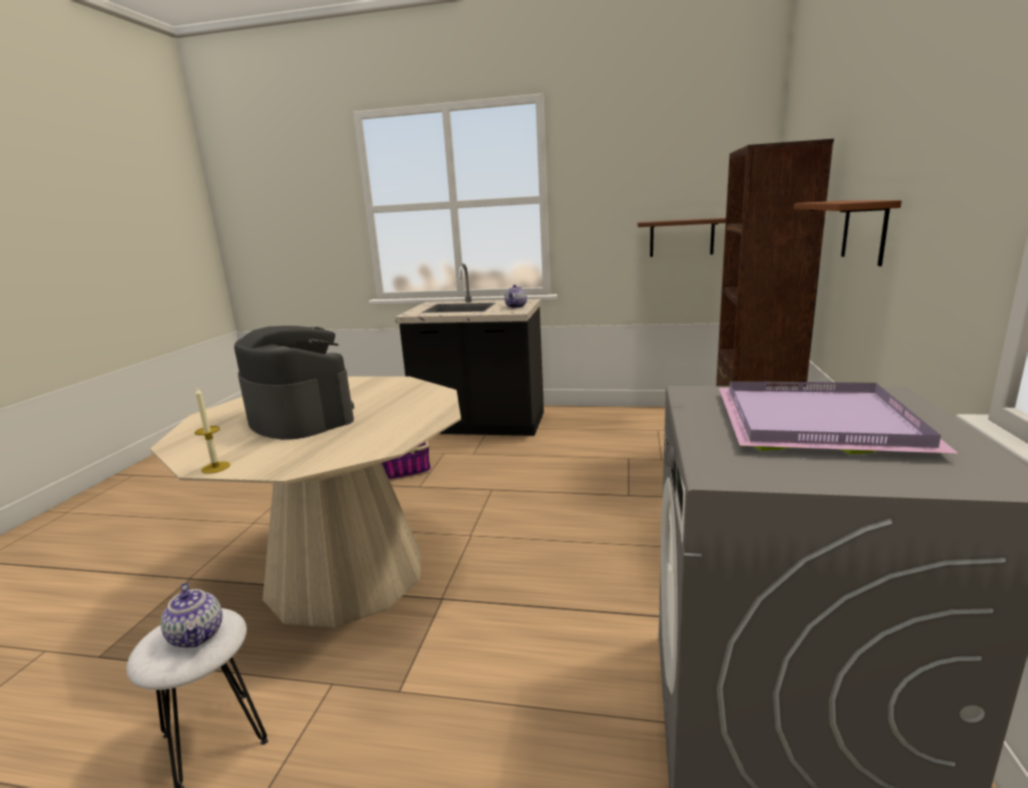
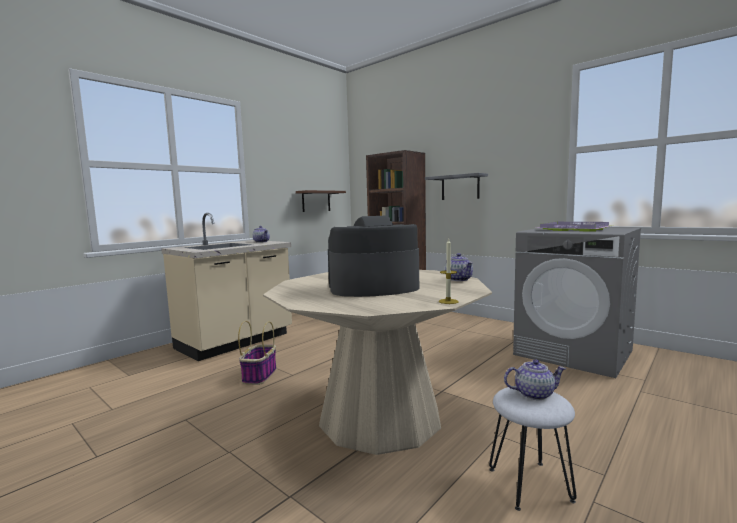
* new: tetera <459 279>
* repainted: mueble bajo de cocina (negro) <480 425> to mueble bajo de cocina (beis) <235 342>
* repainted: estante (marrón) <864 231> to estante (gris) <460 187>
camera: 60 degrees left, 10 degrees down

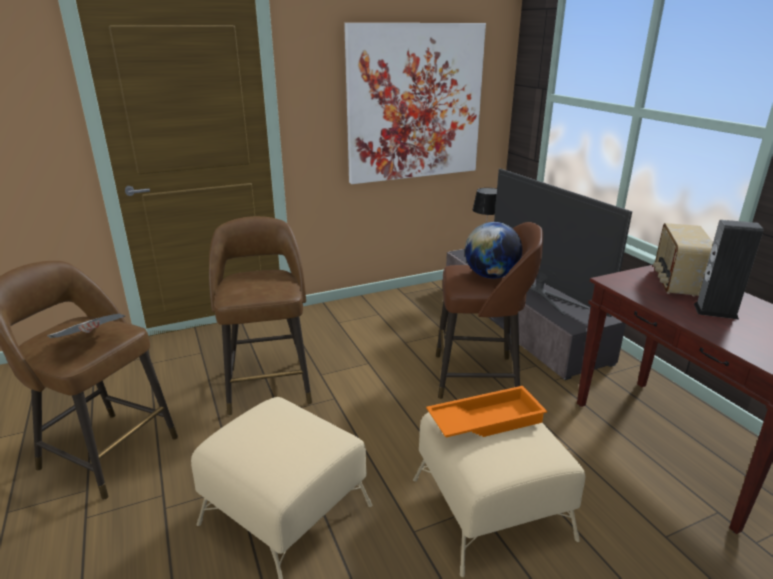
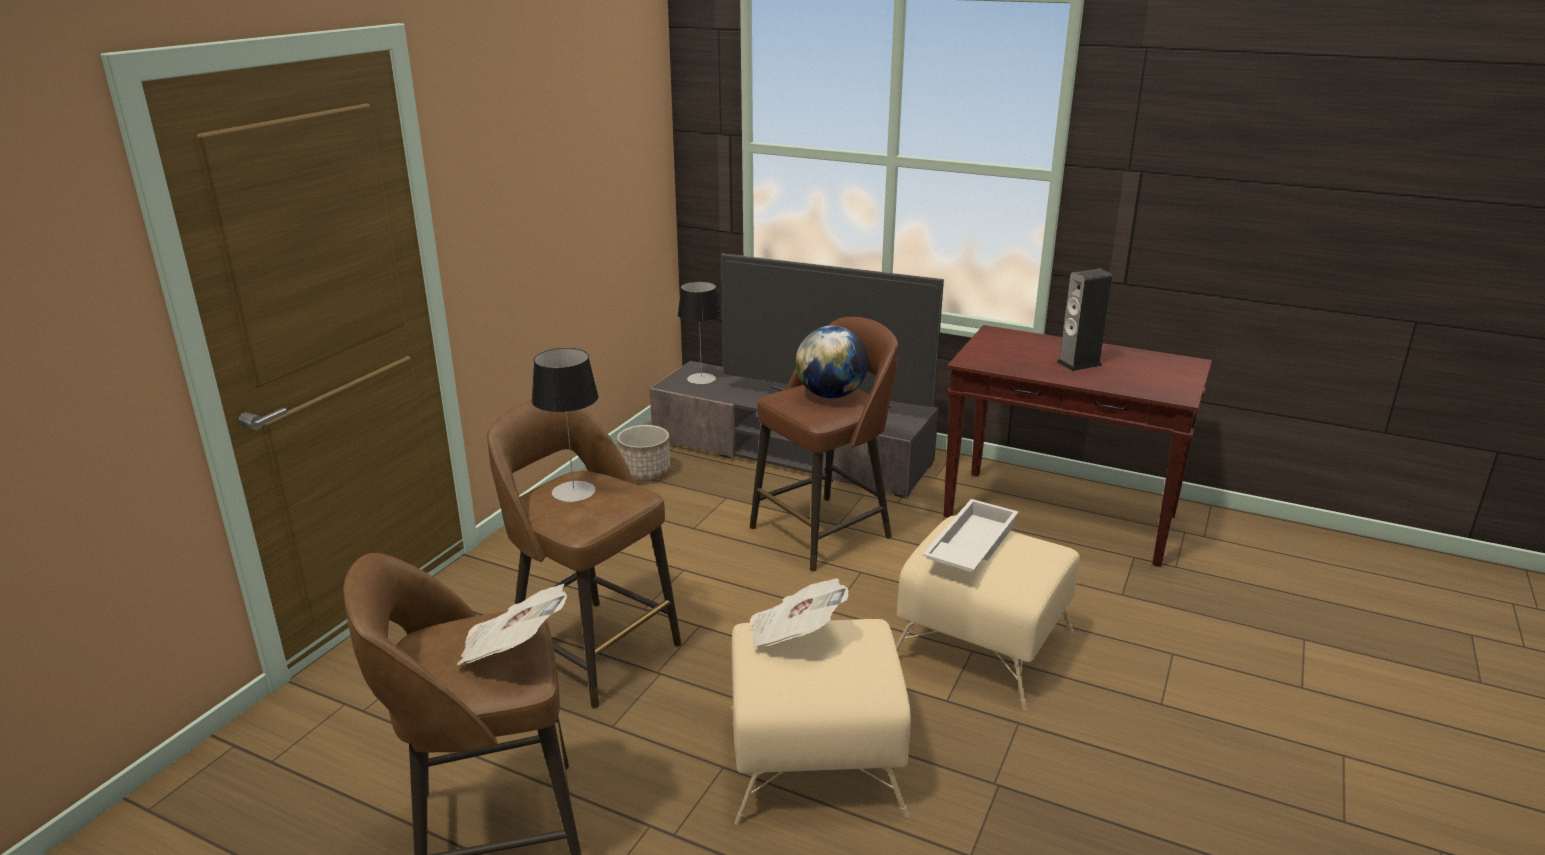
* gone: cuadro <415 103>
* gone: radio <676 283>
* new: lámpara de mesa <573 491>
* new: maceta <645 472>
* new: periódico <794 635>
* repainted: bandeja (naranja) <485 419> to bandeja (blanco) <969 545>
camera: 40 degrees left, 0 degrees up

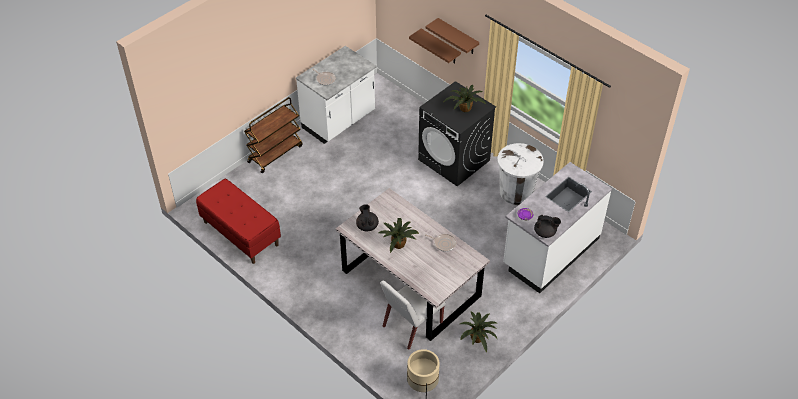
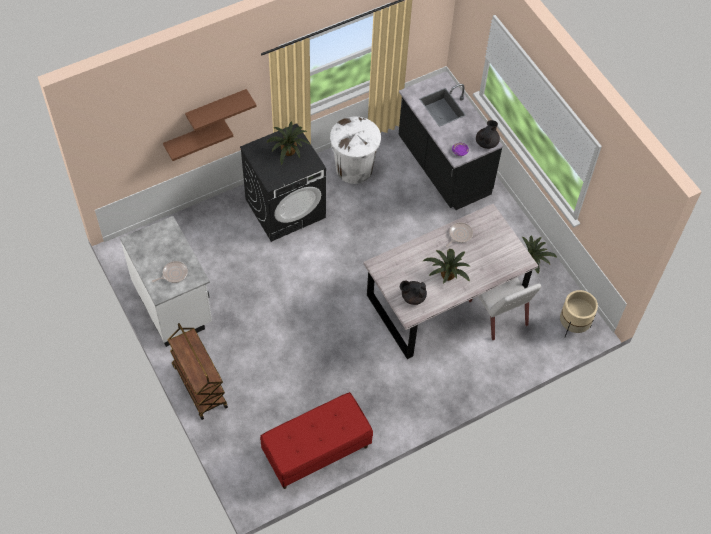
* repainted: mueble bajo de cocina (blanco) <550 251> to mueble bajo de cocina (negro) <443 167>
camera: 75 degrees left, 10 degrees up

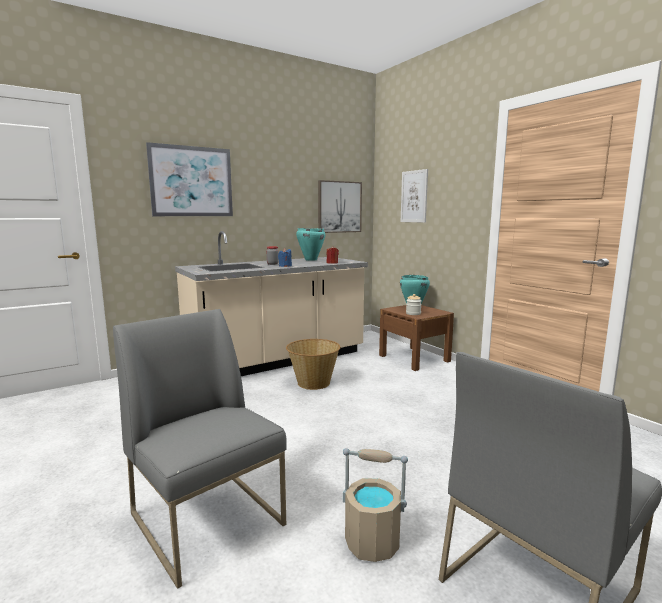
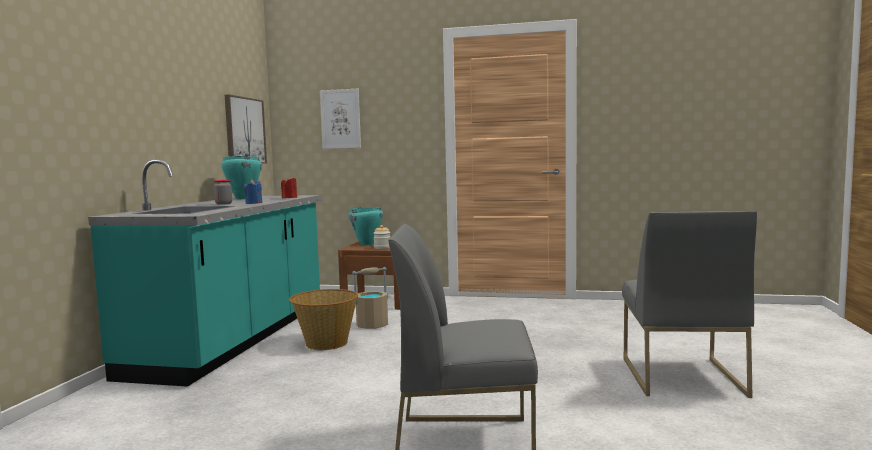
* gone: cuadro <191 181>
* shifted: cubo (beis) <373 542> to <372 325>
* repainted: mueble bajo de cocina (beis) <277 360> to mueble bajo de cocina (turquesa) <234 340>
camera: 45 degrees left, 5 degrees down

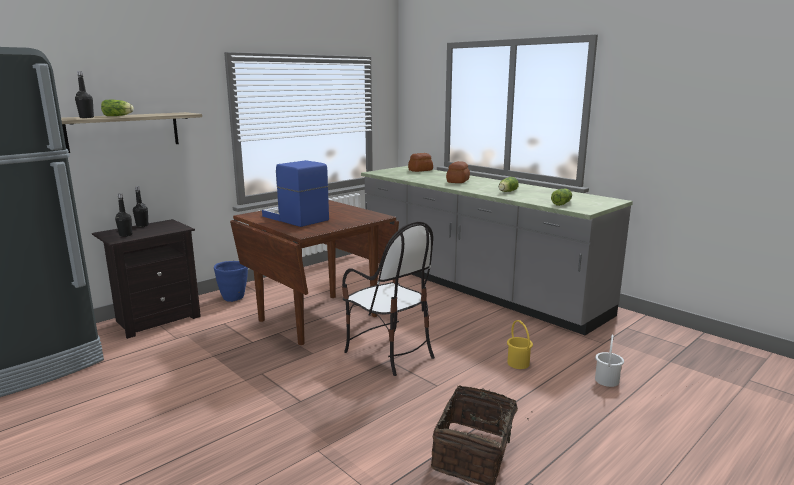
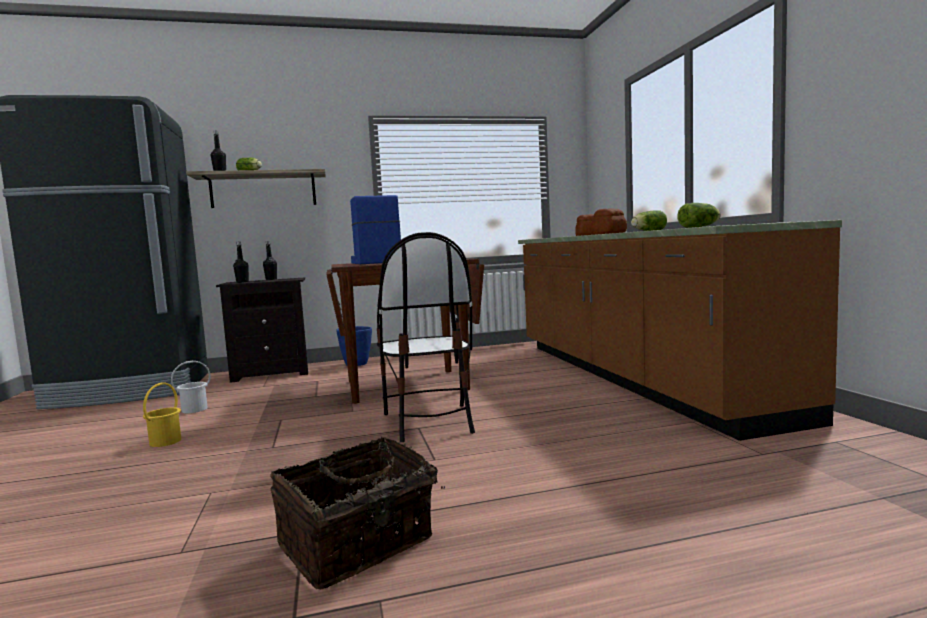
* shifted: cubo (amarillo) <518 363> to <166 441>
* shifted: cubo (blanco) <606 380> to <194 409>
* repainted: mueble bajo de cocina (gris) <474 286> to mueble bajo de cocina (marrón) <631 376>
camera: 30 degrees right, 10 degrees down

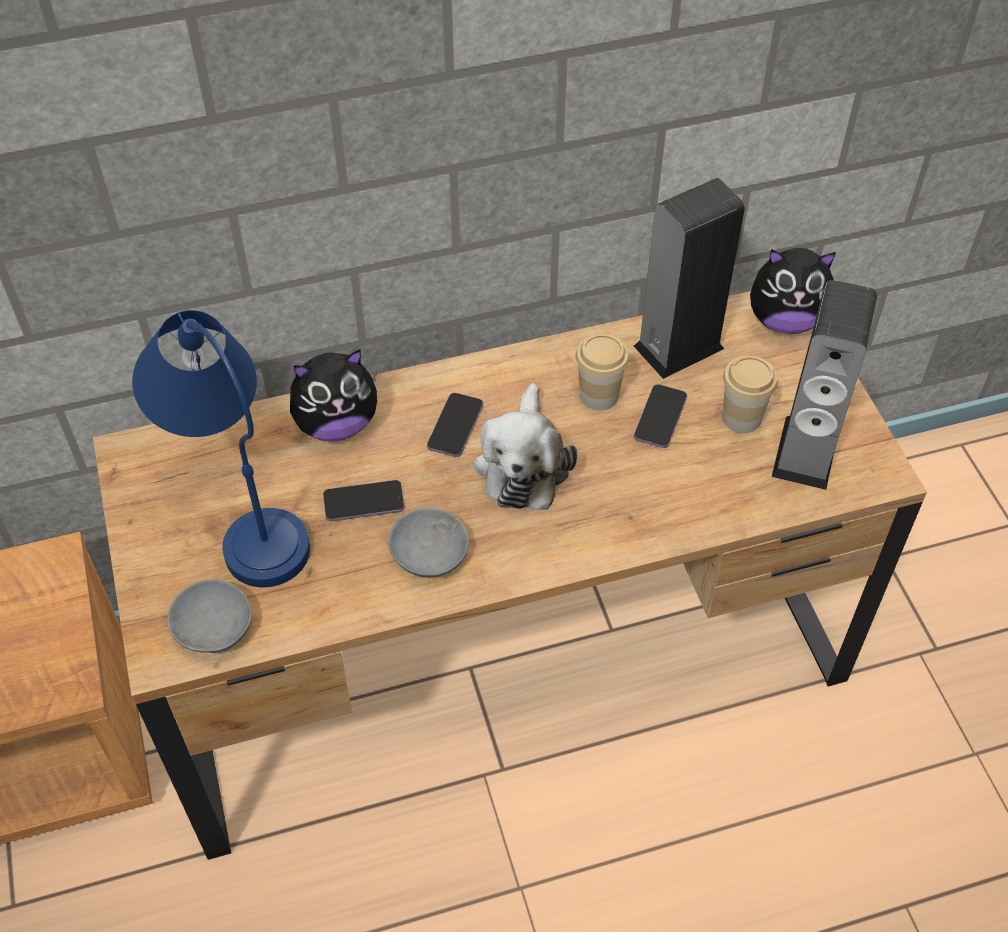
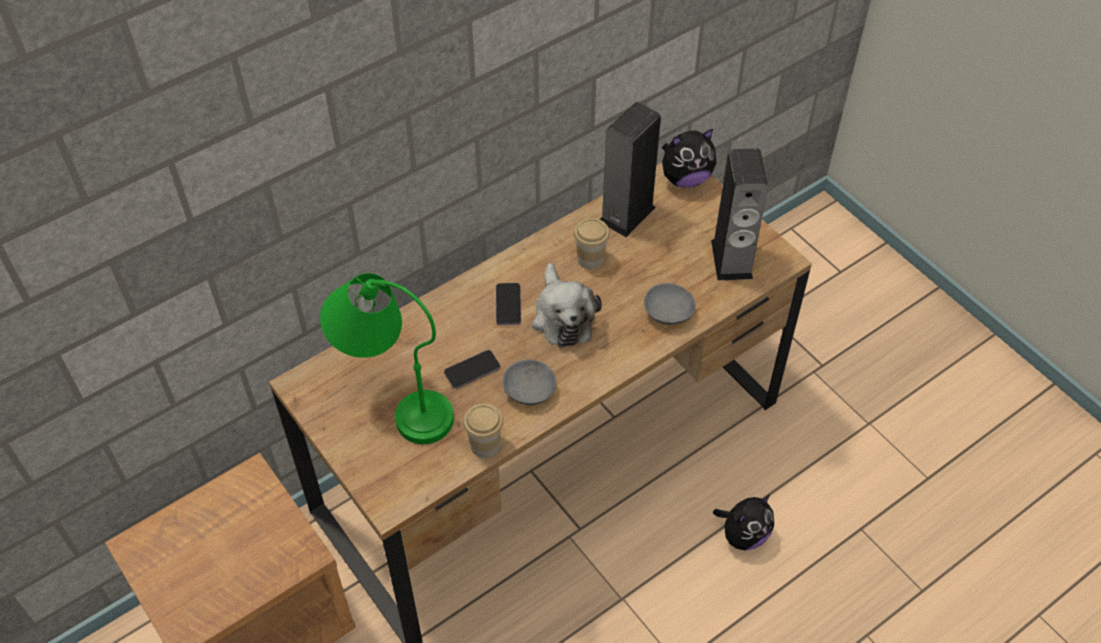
* gone: móvil <660 418>
* shifted: cuenco (gris) <216 628> to <669 311>
* shifted: peluche <336 424> to <743 535>
* shifted: taza <741 417> to <485 445>
* repainted: lámpara de mesa (azul) <242 509> to lámpara de mesa (verde) <395 398>
camera: 20 degrees left, 0 degrees up

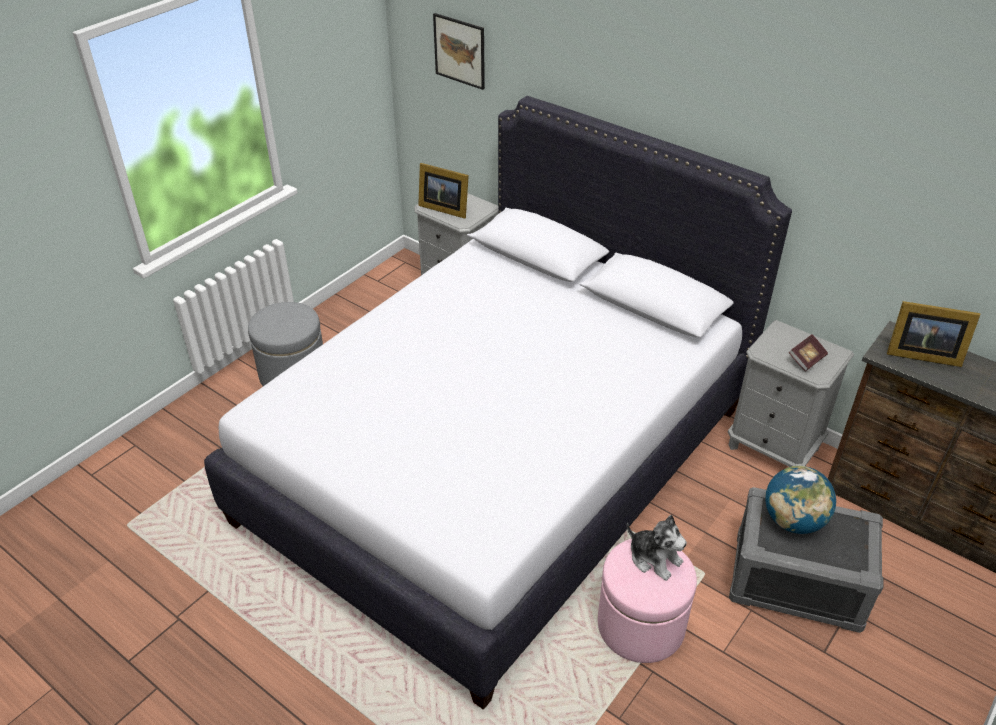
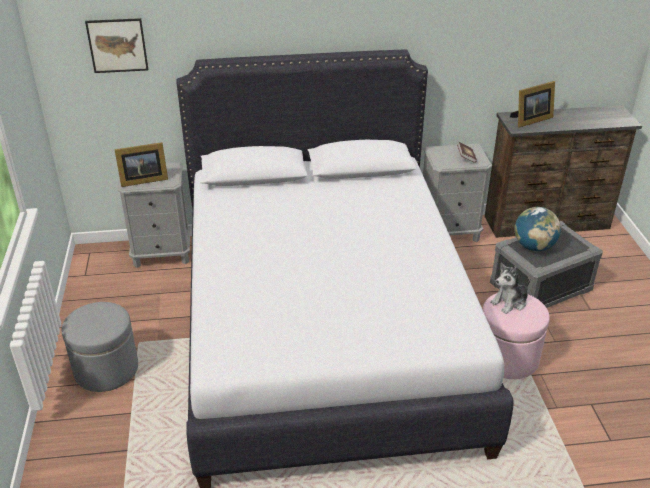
* rotated: peluche <654 558> = <510 302> 150 degrees clockwise
camera: 45 degrees left, 5 degrees down

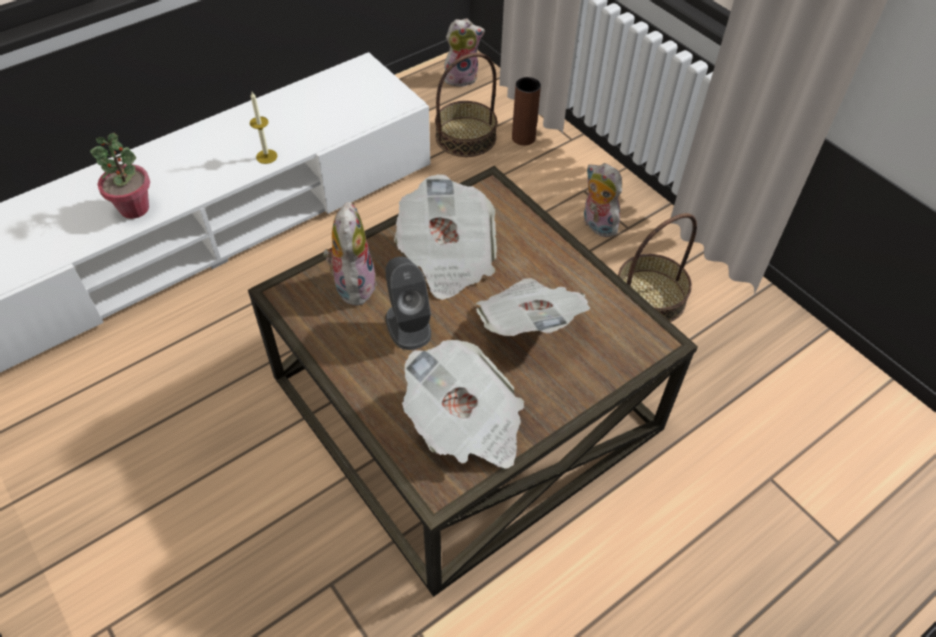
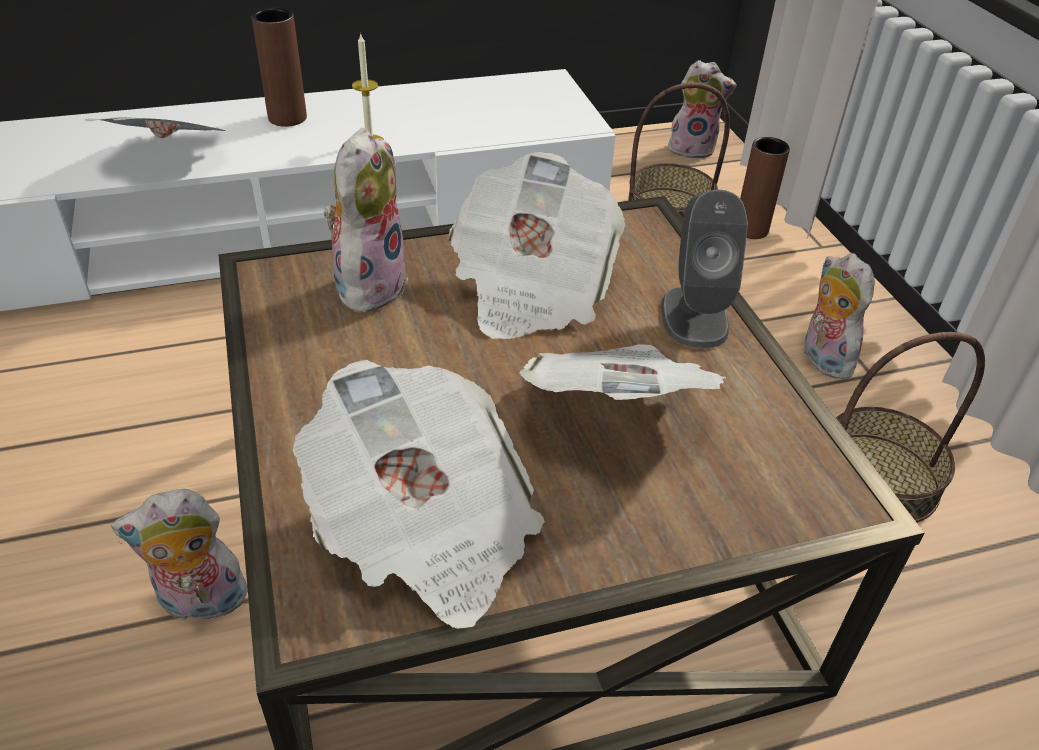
* new: peluche <200 603>
* new: florero (marrón) <287 118>
* shifted: altavoz (gris) <408 325> to <694 316>
* swapped: planta en maceta <134 208> to periódico <172 157>
camera: 20 degrees right, 10 degrees down

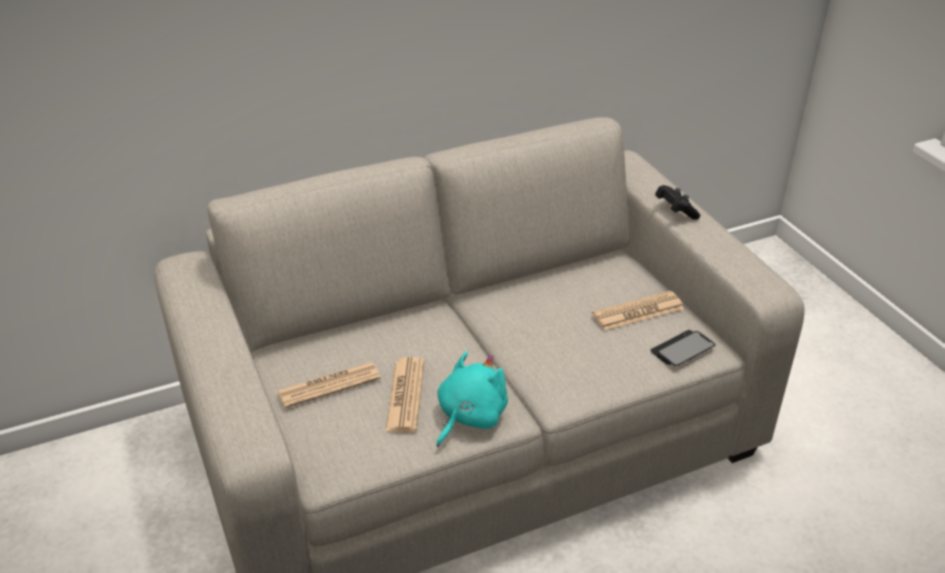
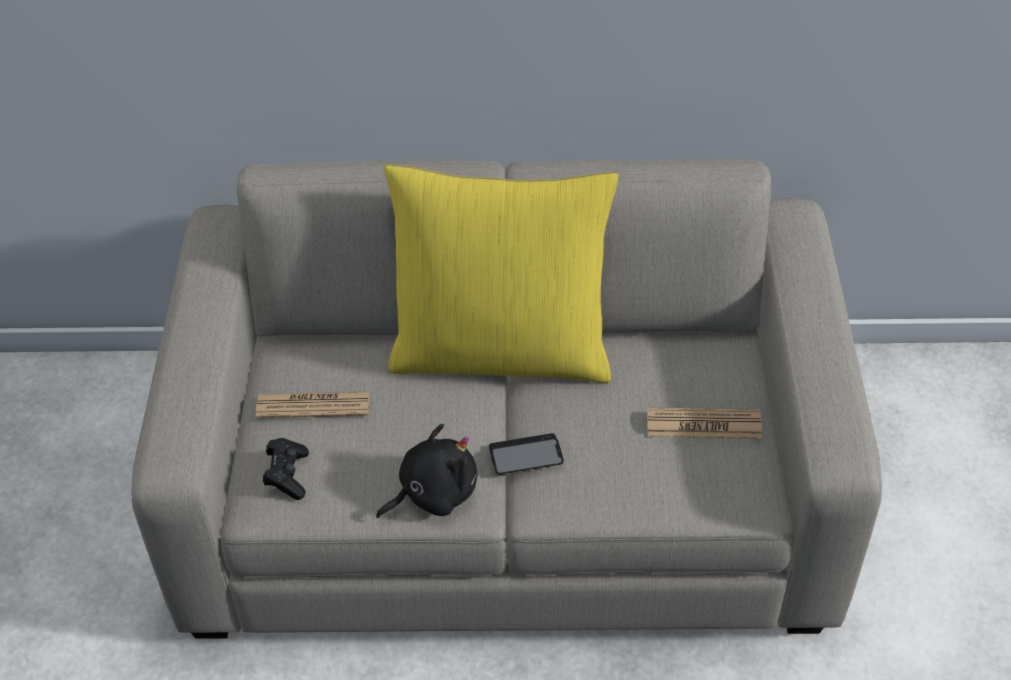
* gone: periódico <405 395>
* new: cojín (amarillo) <501 350>
* shifted: móvil <682 349> to <526 455>
* shifted: mando de consola (negro) <675 211> to <287 475>
* repainted: peluche (turquesa) <469 416> to peluche (negro) <433 493>
camera: 25 degrees right, 10 degrees up

